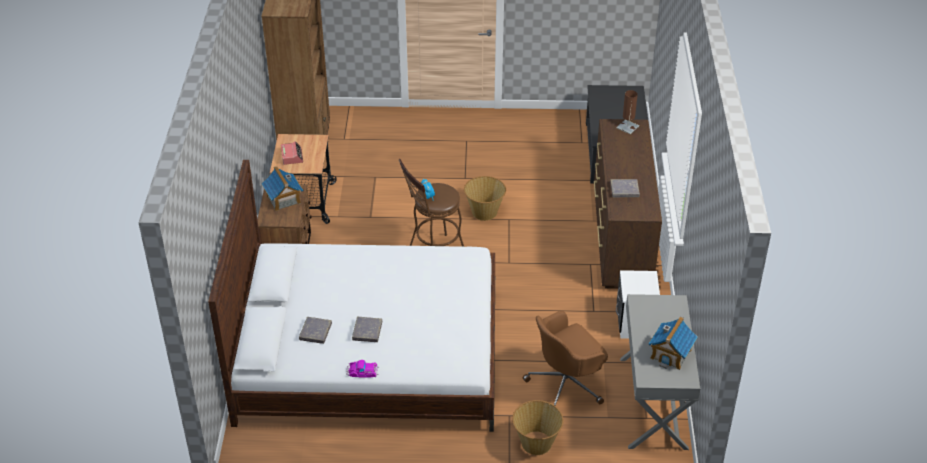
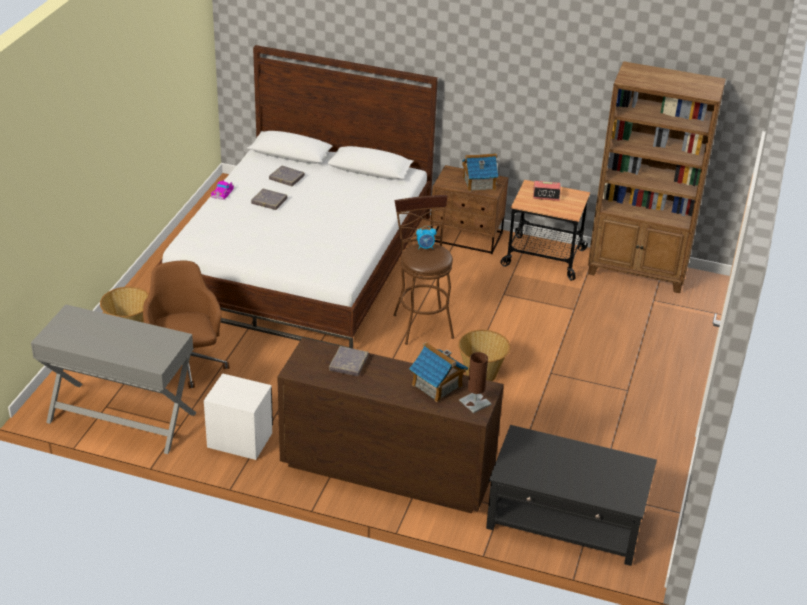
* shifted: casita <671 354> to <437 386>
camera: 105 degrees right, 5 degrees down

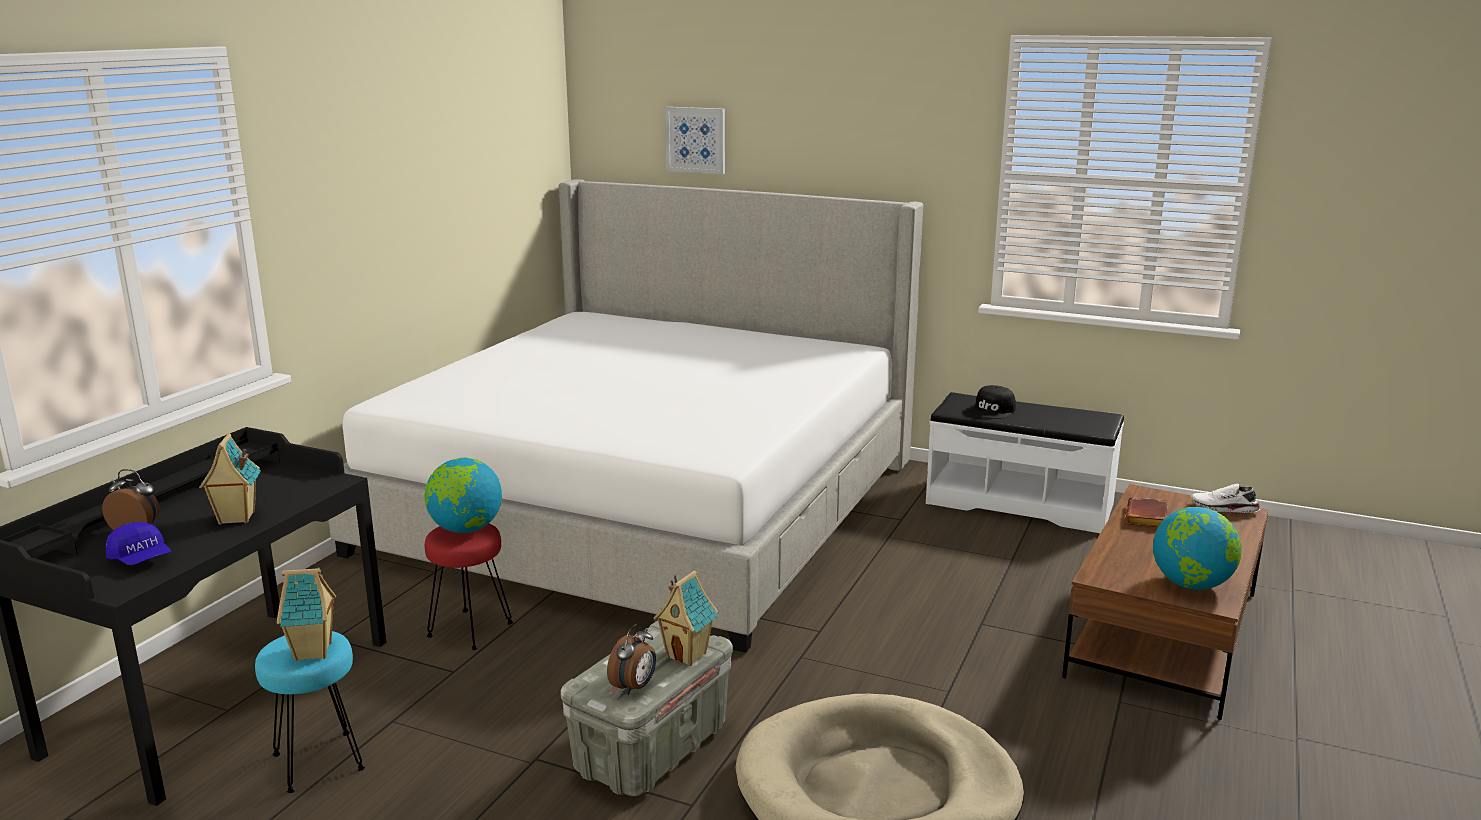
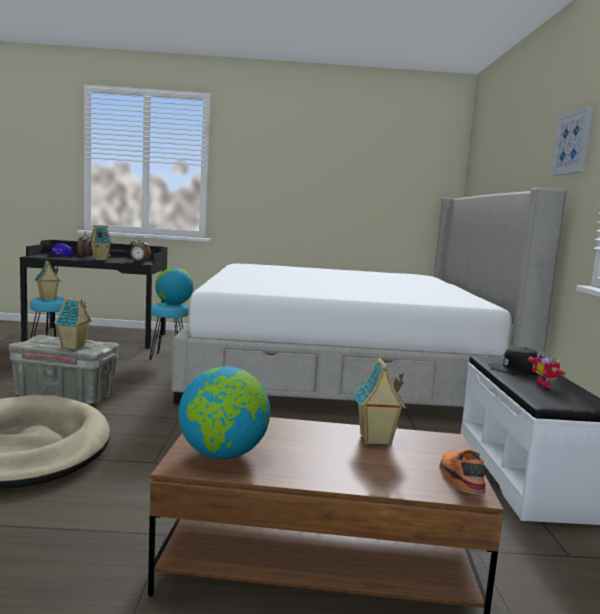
* new: robot de juguete <546 385>
* shifted: despertador <634 687> to <139 262>
* shifted: cuadro <696 140> to <572 143>
* swapped: libro (marrón) <1148 518> to casita <375 440>
* repainted: taburete (rojo) <471 629> to taburete (turquesa) <169 357>
* repainted: zapato (blanco) <1224 509> to zapato (naranja) <459 479>
camera: 65 degrees right, 10 degrees down

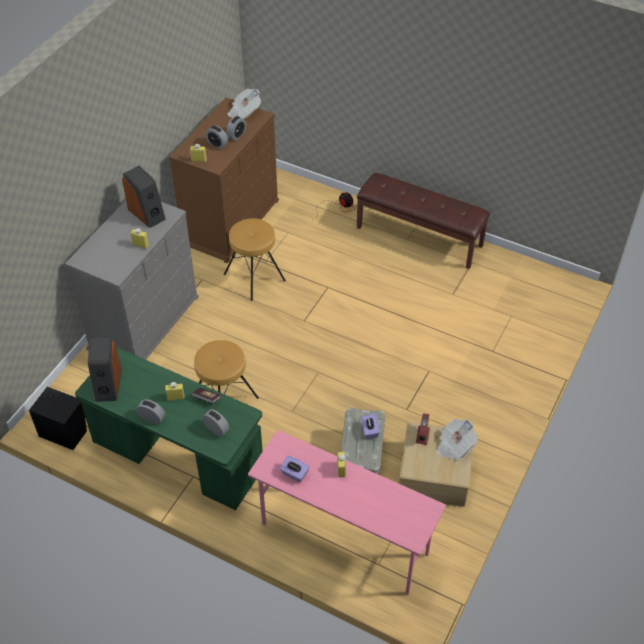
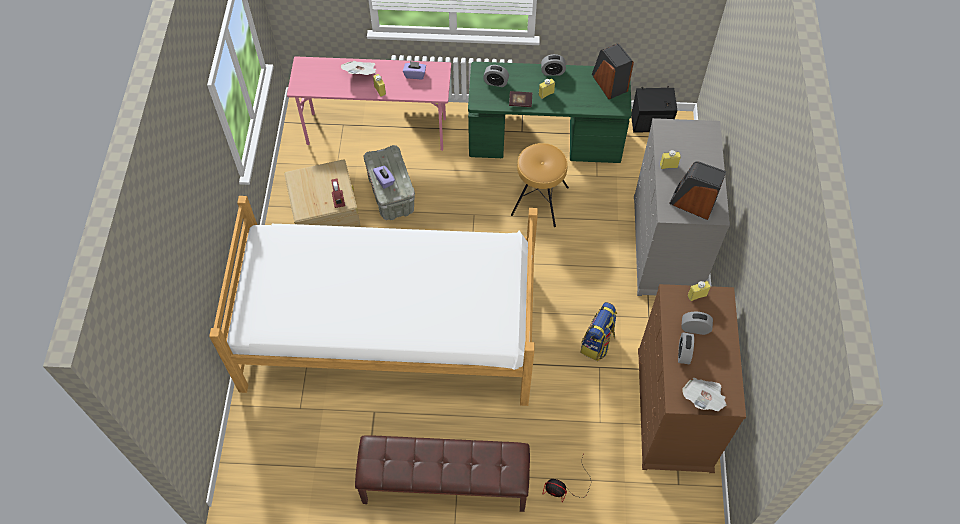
* new: cama <389 330>
* shifted: periódico <455 446> to <361 74>
* swapped: taburete (marrón) <254 277> to mochila <597 343>
camera: 155 degrees right, 10 degrees up

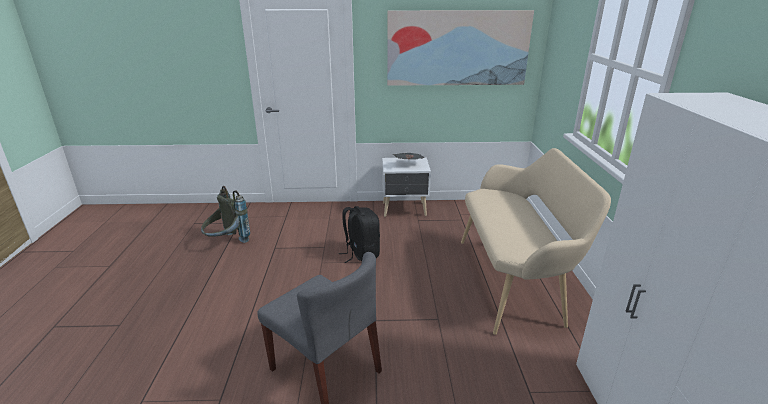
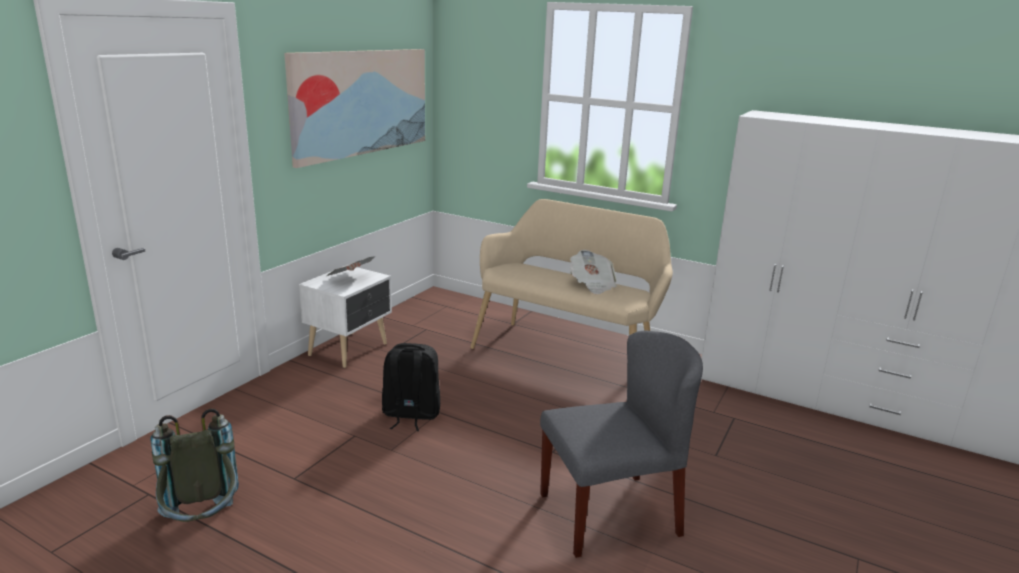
* new: periódico <592 285>
camera: 60 degrees left, 5 degrees down

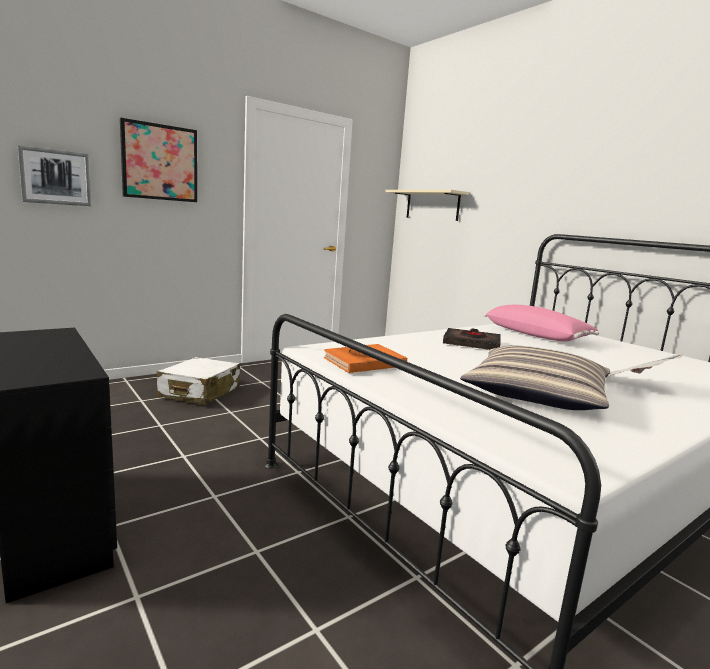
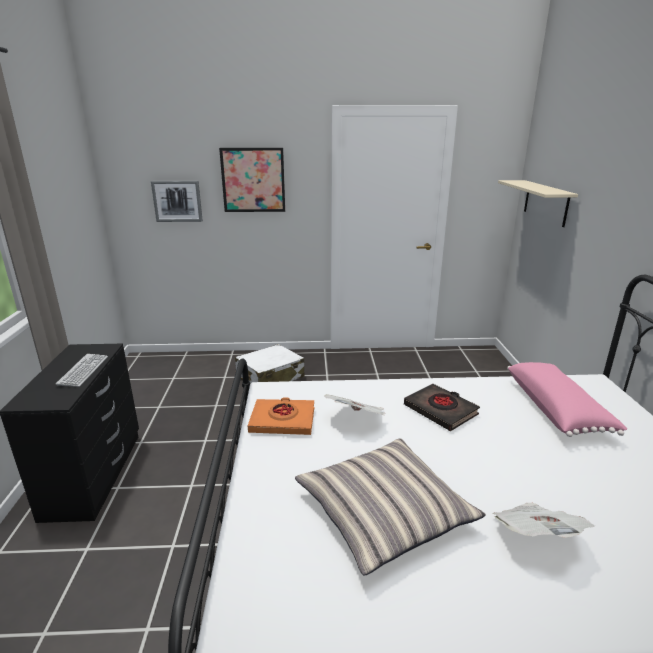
* new: teclado <83 370>
* new: periódico <357 419>
camera: 35 degrees right, 10 degrees up

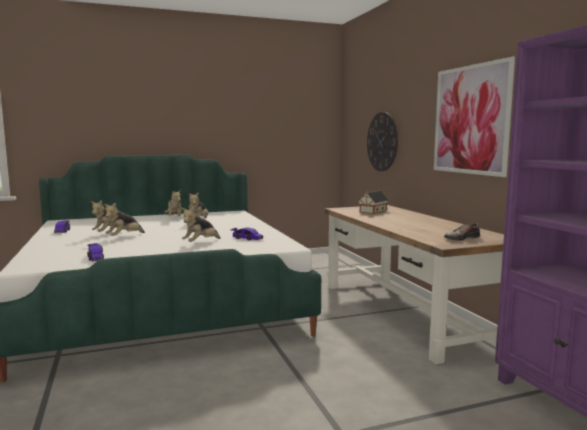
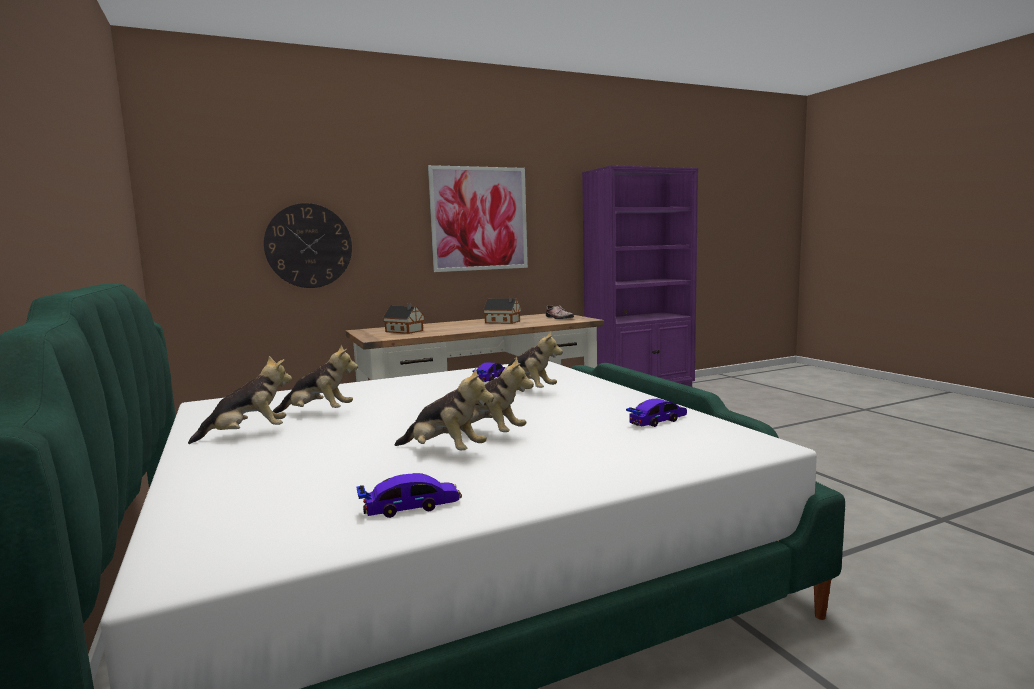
* new: casita <503 322>
camera: 95 degrees left, 0 degrees up

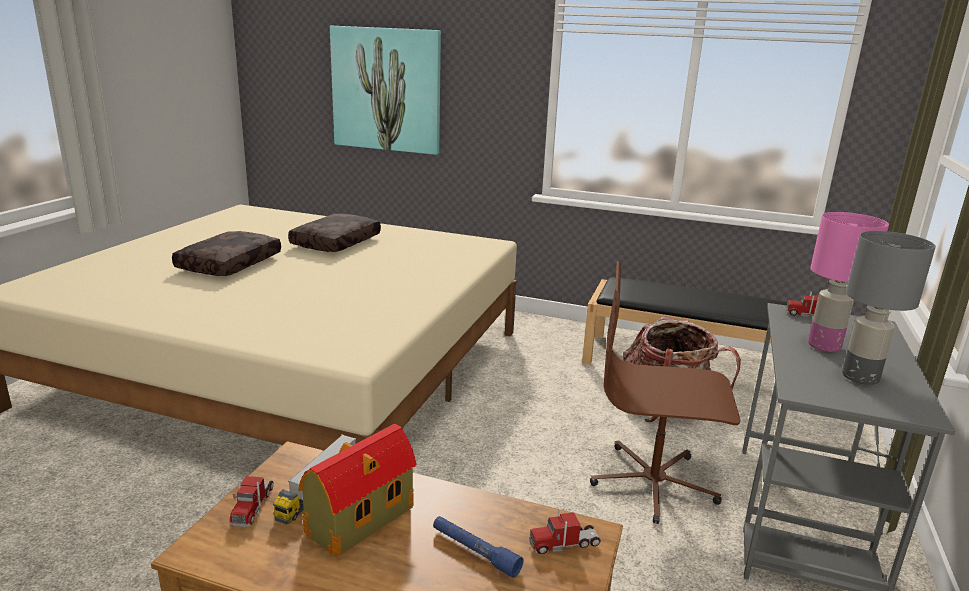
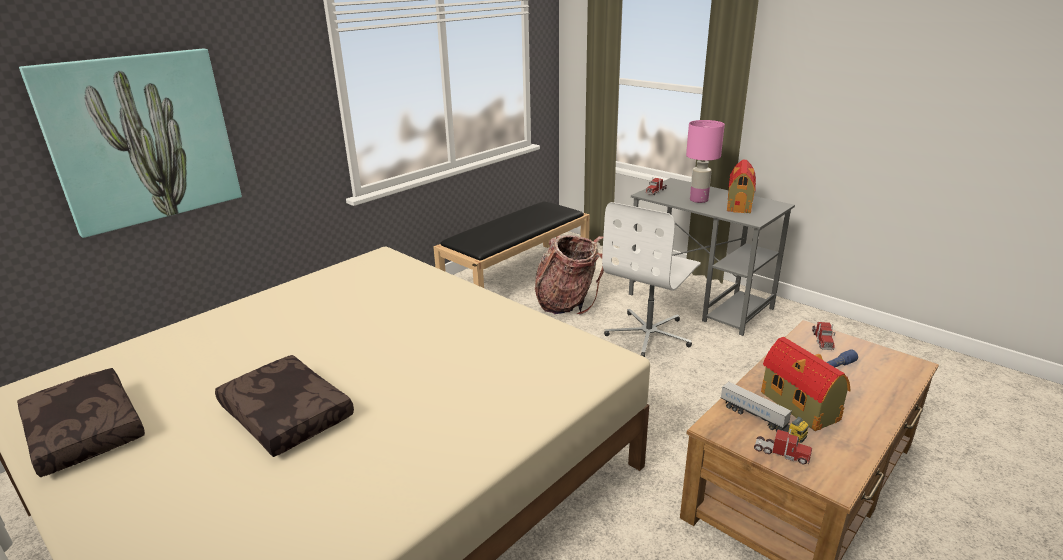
* shifted: cojín (marrón) <337 243> to <88 431>
* swapped: lámpara de mesa (gris) <861 377> to casita <739 204>
* repainted: silla de oficina (marrón) <654 483> to silla de oficina (blanco) <649 334>
camera: 65 degrees left, 5 degrees up

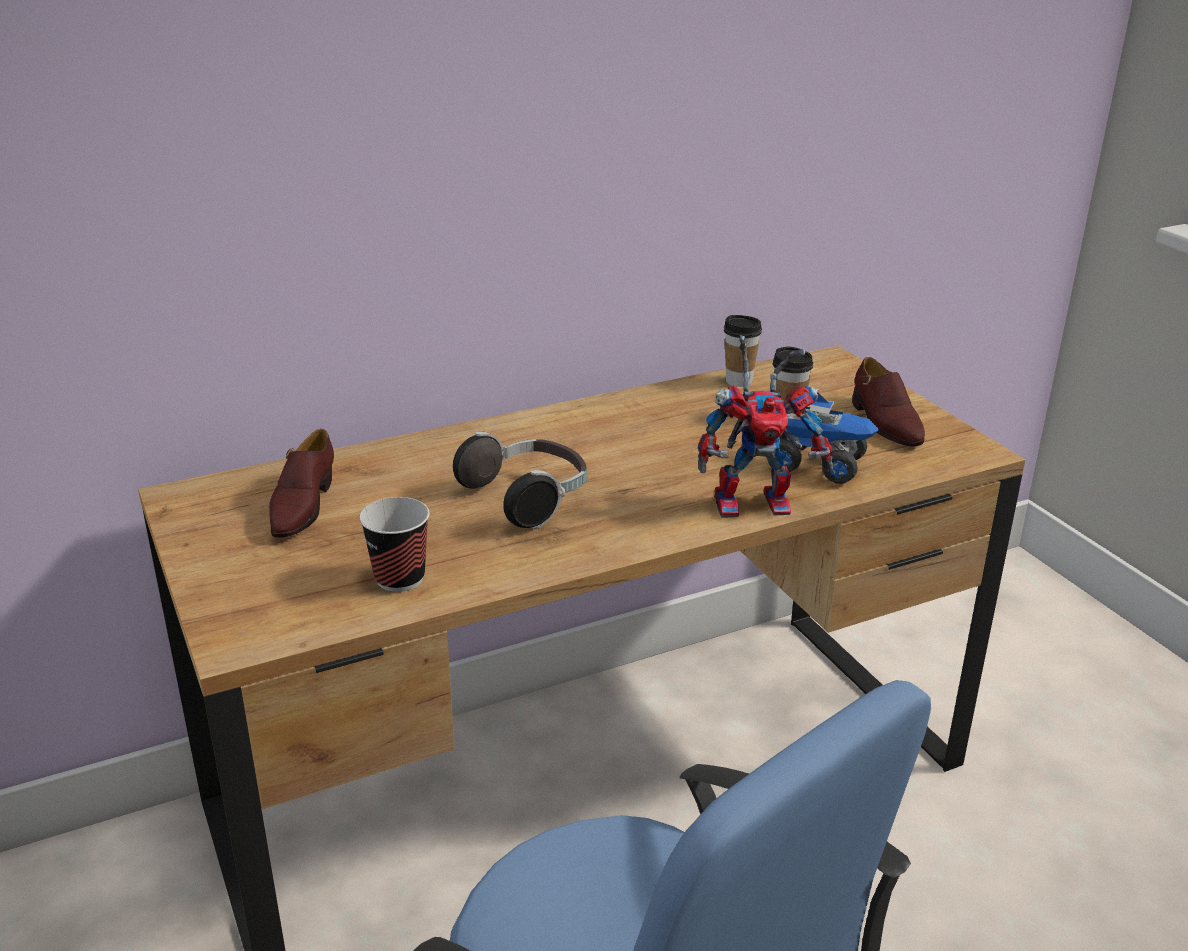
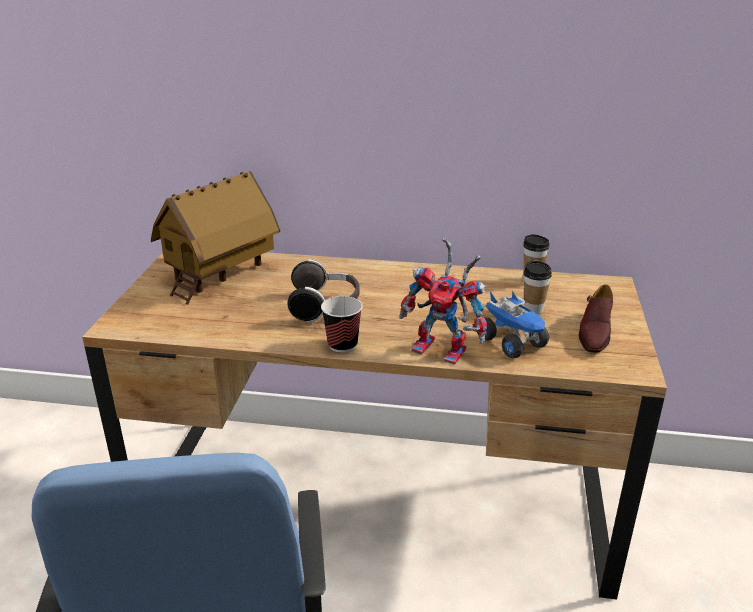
* shifted: taza <399 578> to <342 345>
* swapped: zapato (marrón) <302 506> to casita <220 275>
camera: 35 degrees right, 0 degrees up

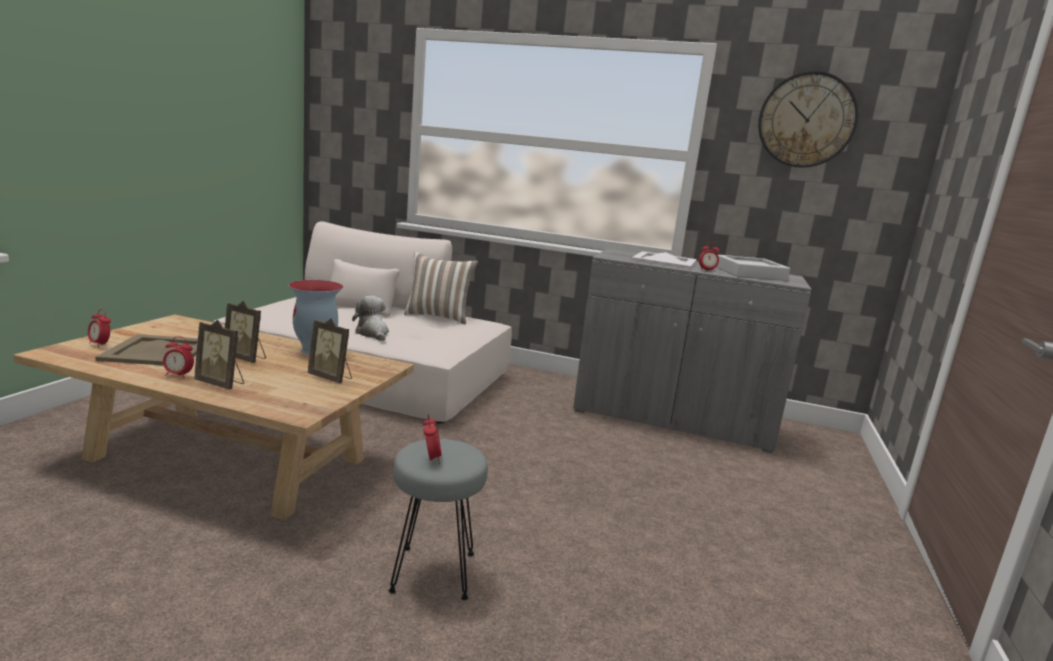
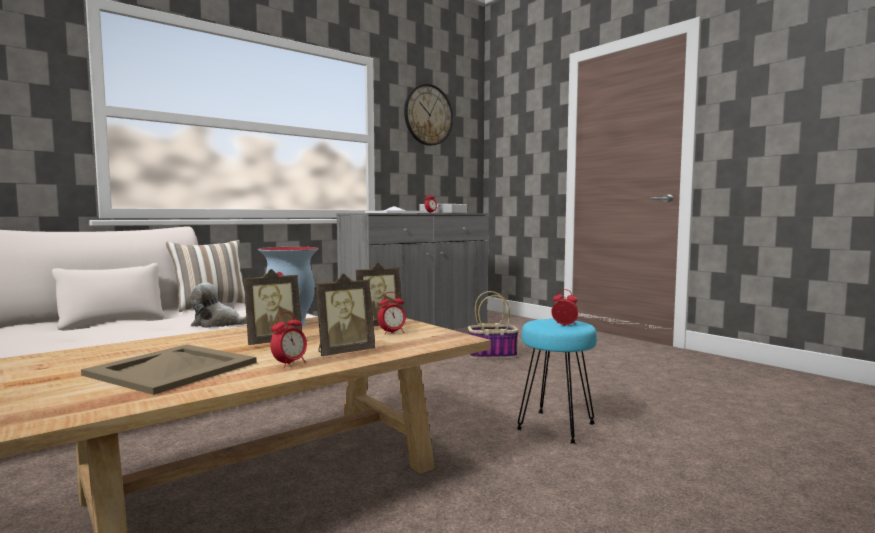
* new: cesta <492 355>
* shifted: despertador <100 345> to <392 333>
* repainted: taburete (gris) <433 573> to taburete (turquesa) <557 427>
camera: 55 degrees left, 10 degrees down

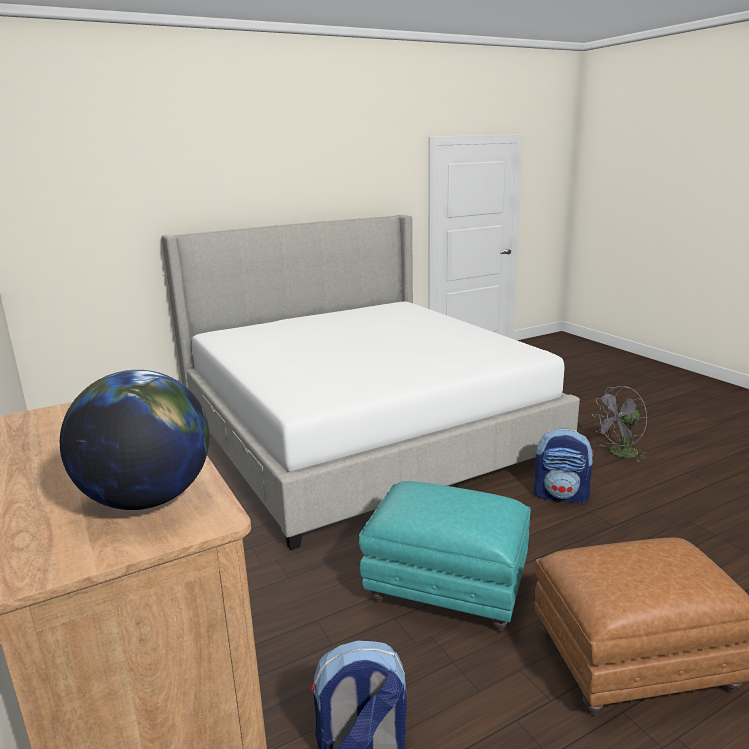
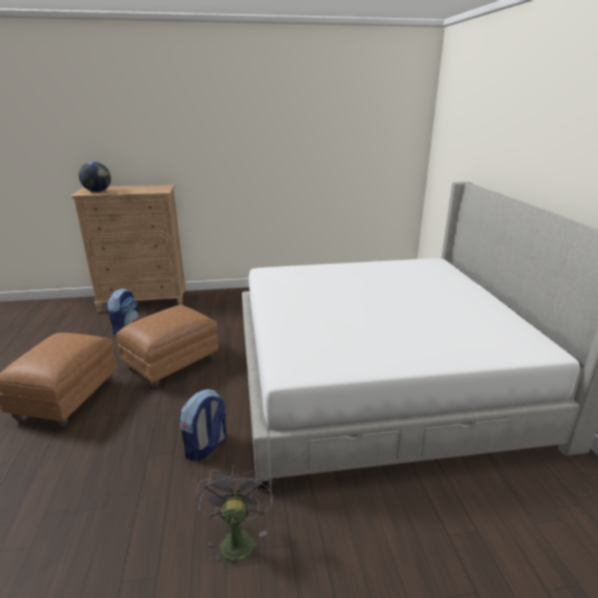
* repainted: puf (turquesa) <445 589> to puf (marrón) <172 364>
camera: 110 degrees right, 5 degrees up

